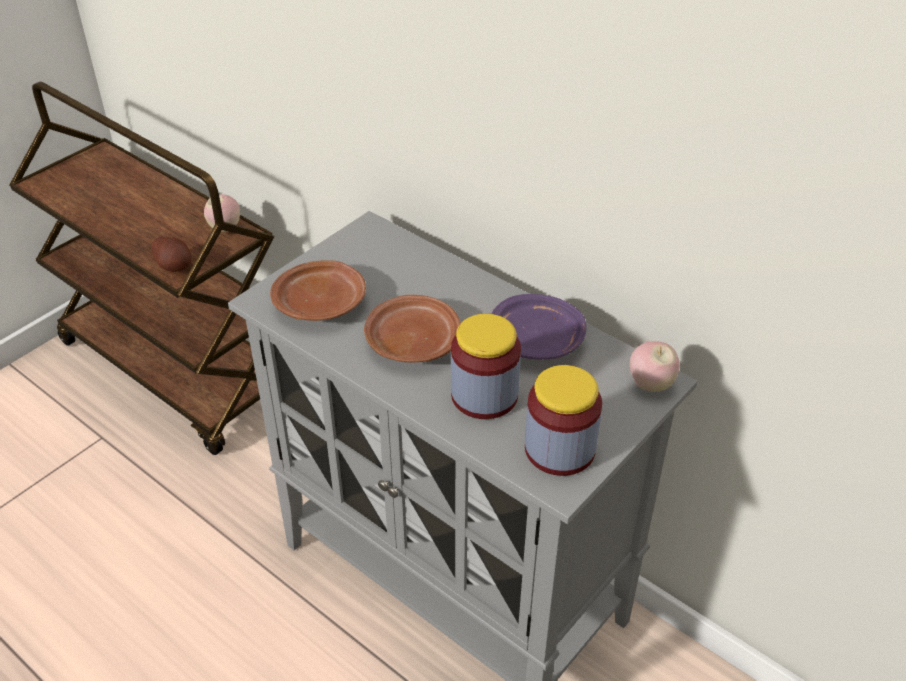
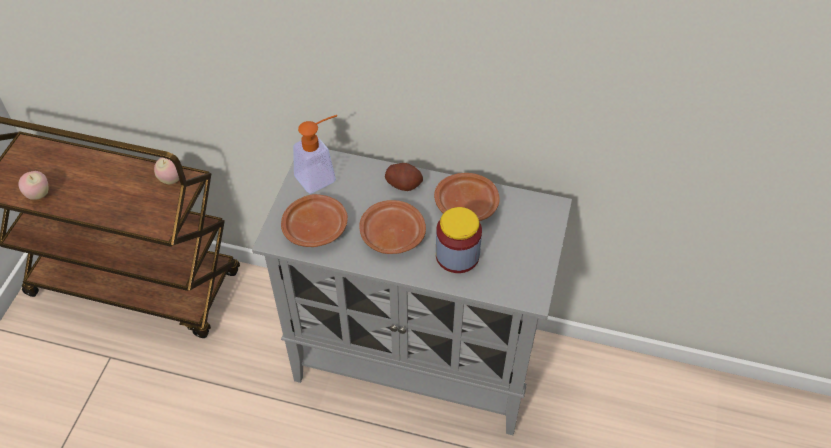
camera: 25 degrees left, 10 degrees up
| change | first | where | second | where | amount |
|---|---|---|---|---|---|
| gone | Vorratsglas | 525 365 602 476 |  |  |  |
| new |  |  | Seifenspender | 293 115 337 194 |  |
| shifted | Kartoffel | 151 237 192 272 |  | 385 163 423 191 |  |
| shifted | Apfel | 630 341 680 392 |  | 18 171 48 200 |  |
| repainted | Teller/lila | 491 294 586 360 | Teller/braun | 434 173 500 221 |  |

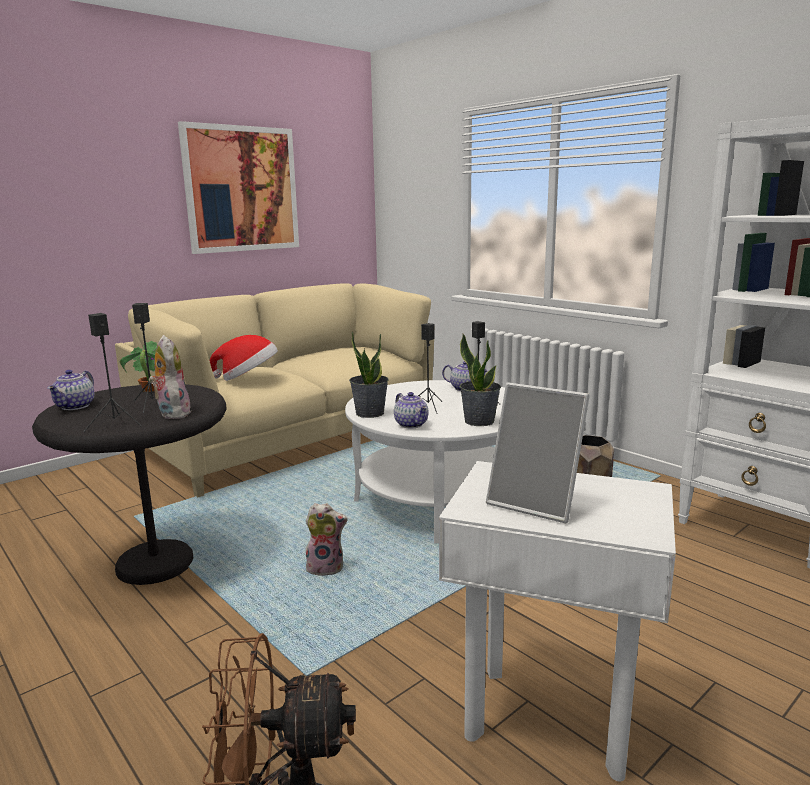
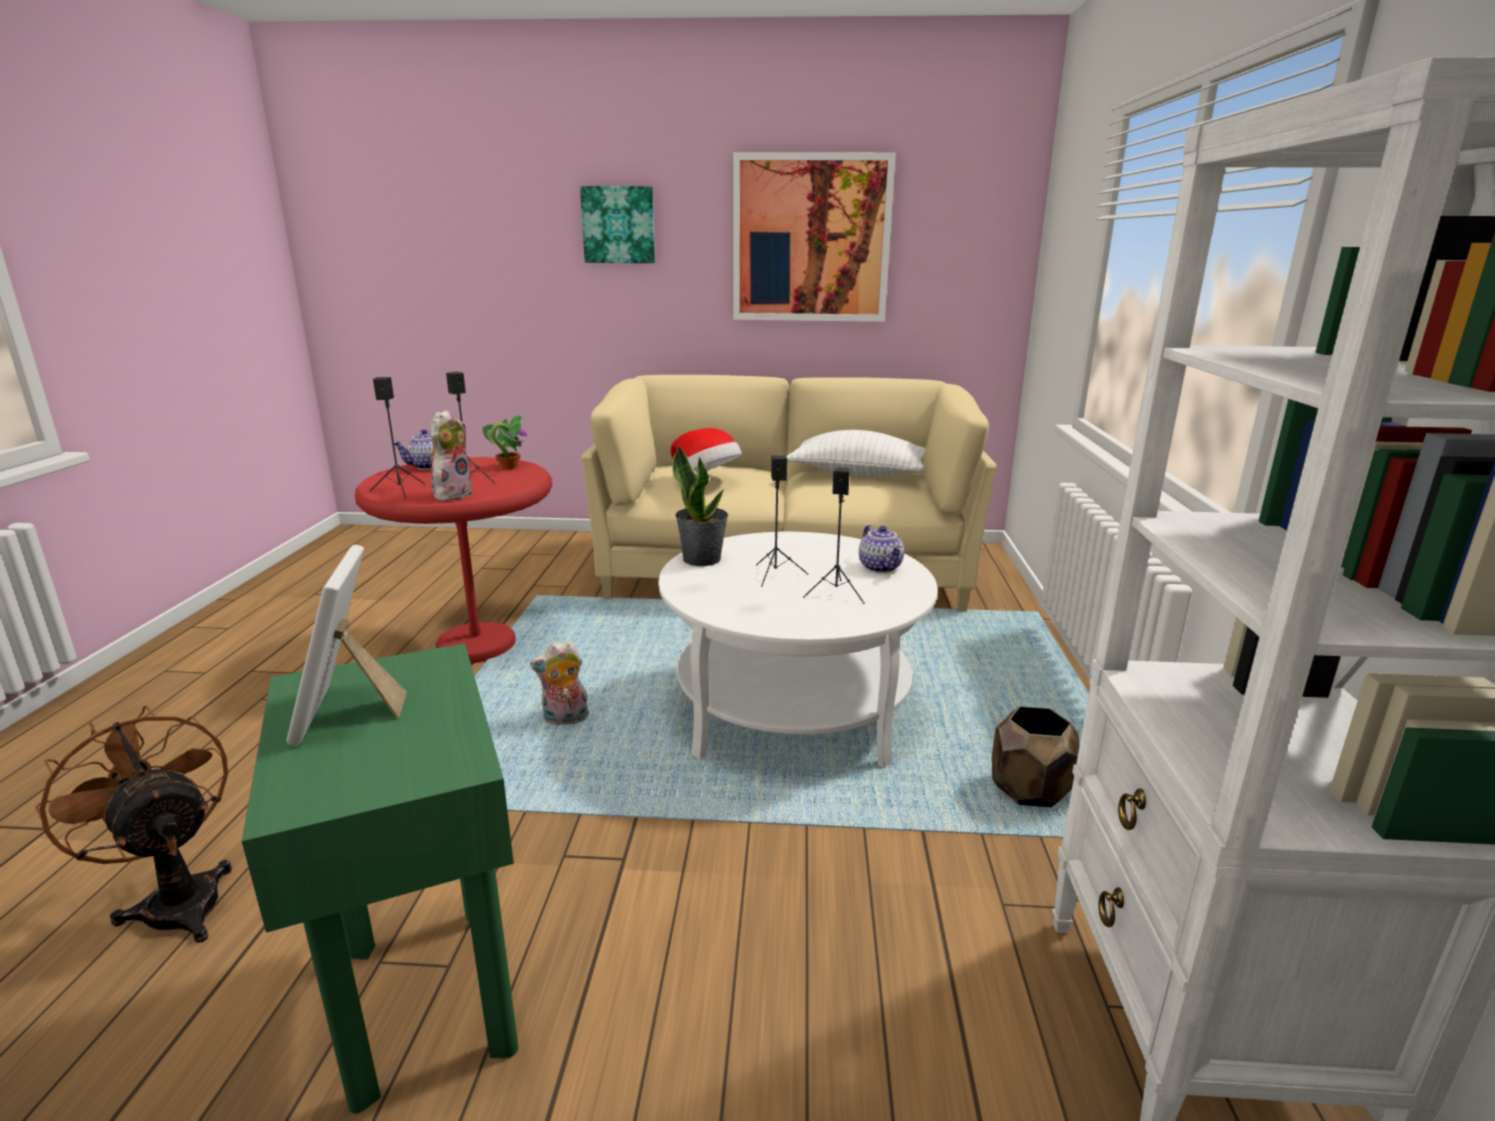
camera: 45 degrees right, 5 degrees up
| change | first | where | second | where | amount |
|---|---|---|---|---|---|
| gone | Teekanne | 394 392 428 429 |  |  |  |
| gone | Topfpflanze | 460 334 501 426 |  |  |  |
| new |  |  | Bild | 580 186 655 263 |  |
| new |  |  | Kissen/weiß | 786 430 925 477 |  |
| repainted | Beistelltisch/schwarz | 32 384 227 585 | Beistelltisch/rot | 355 457 552 663 |  |
| repainted | Beistelltisch/weiß | 439 461 676 782 | Beistelltisch/grün | 242 643 518 1113 |  |
| rotated | Plüschtier | 305 503 348 576 |  | 530 641 590 725 | 120 degrees clockwise |

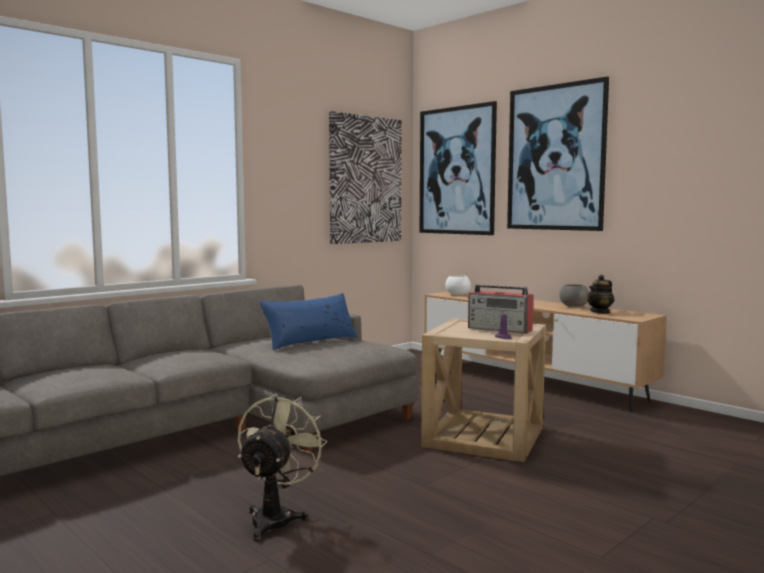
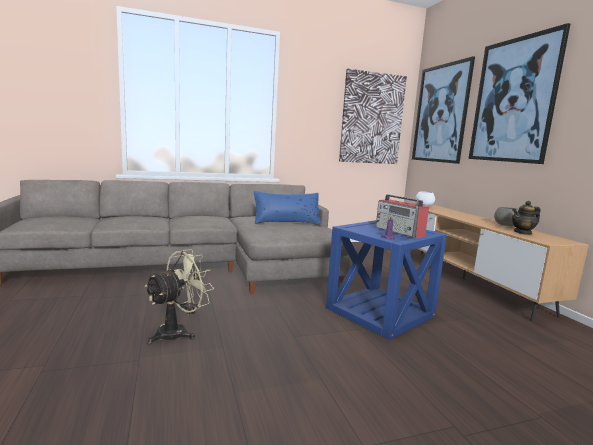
camera: 25 degrees right, 5 degrees up
| change | first | where | second | where | amount |
|---|---|---|---|---|---|
| repainted | Beistelltisch/beige | 421 318 546 462 | Beistelltisch/blau | 326 220 447 340 |  |

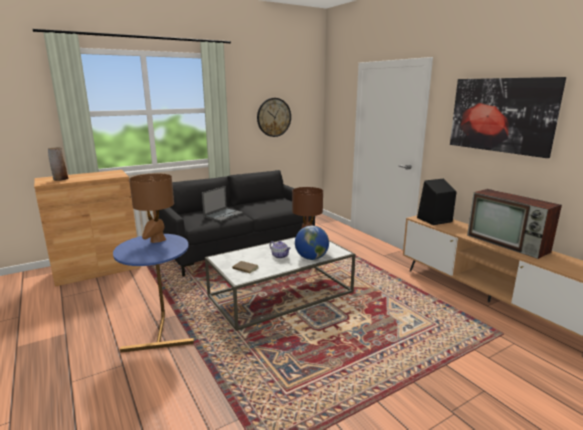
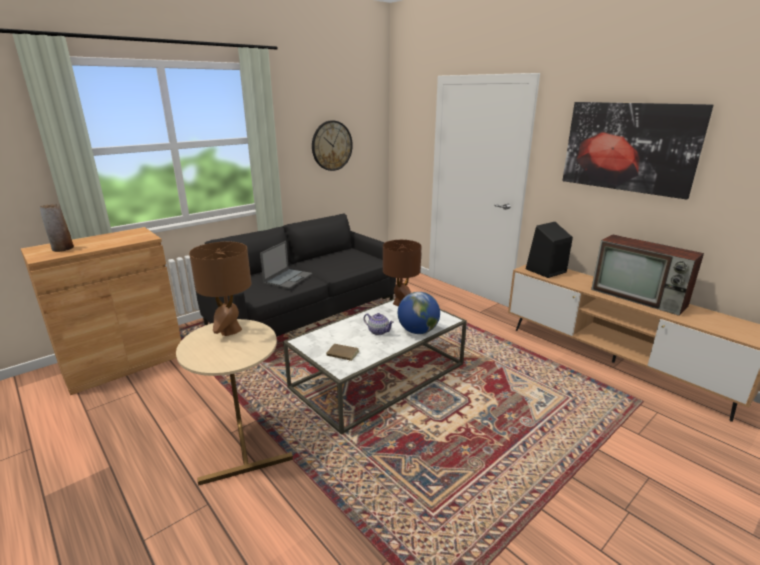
camera: 10 degrees left, 5 degrees up
| change | first | where | second | where | amount |
|---|---|---|---|---|---|
| repainted | Beistelltisch/blau | 113 234 194 353 | Beistelltisch/beige | 176 319 293 485 |  |

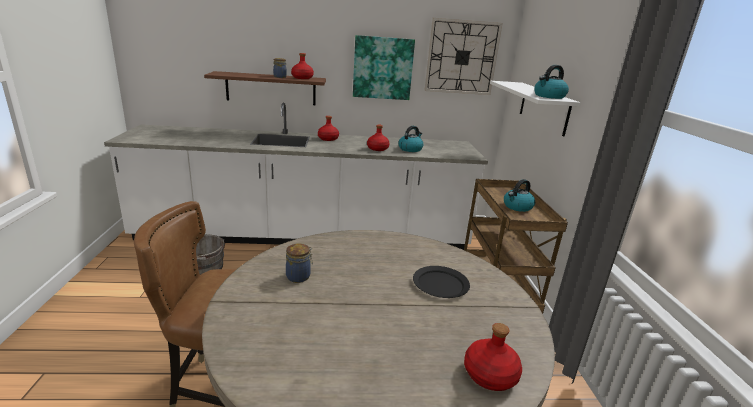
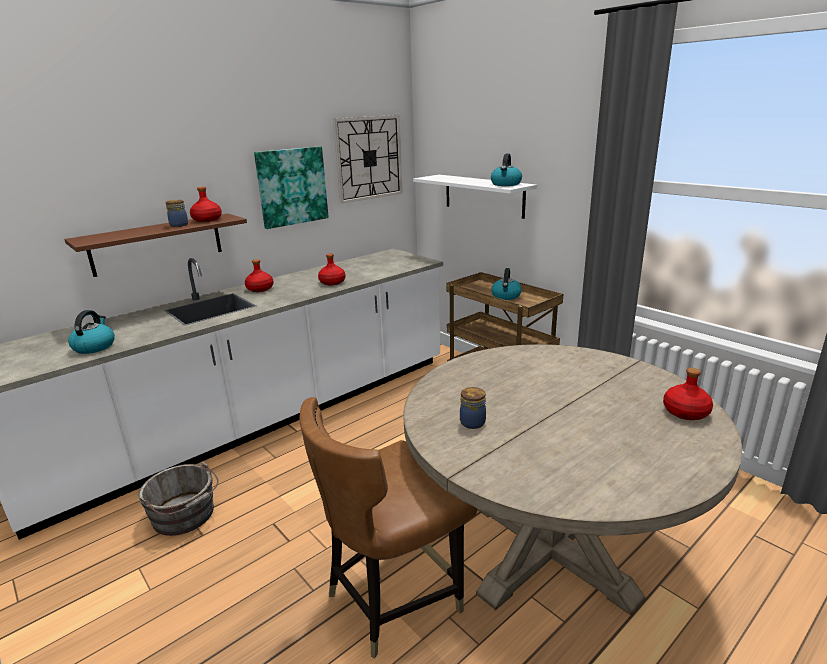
camera: 35 degrees left, 0 degrees up
| change | first | where | second | where | amount |
|---|---|---|---|---|---|
| gone | Teller/schwarz | 413 266 470 298 |  |  |  |
| shifted | Wasserkessel | 399 126 424 152 |  | 68 310 115 354 |  |

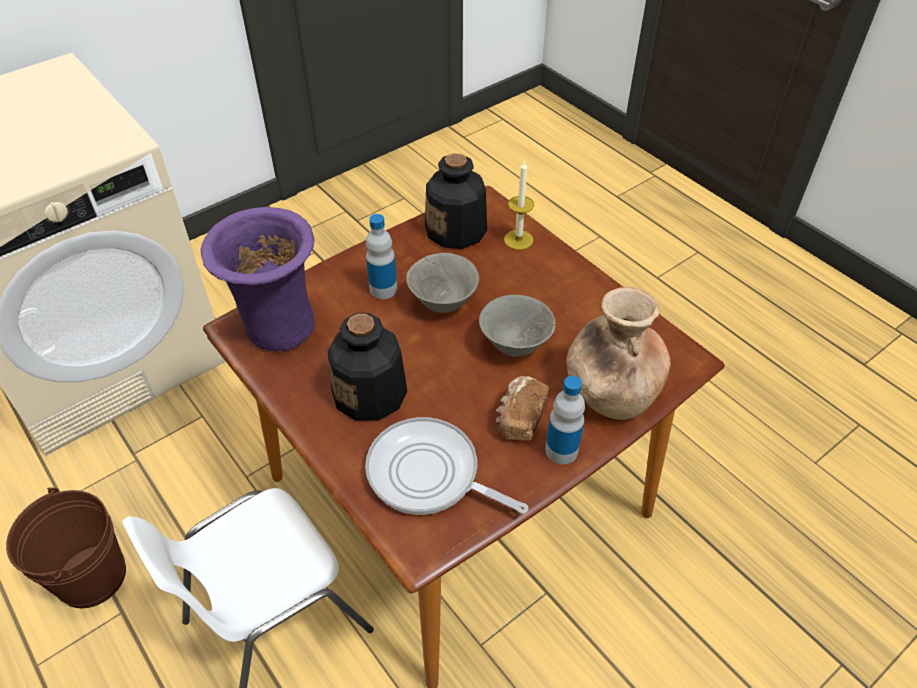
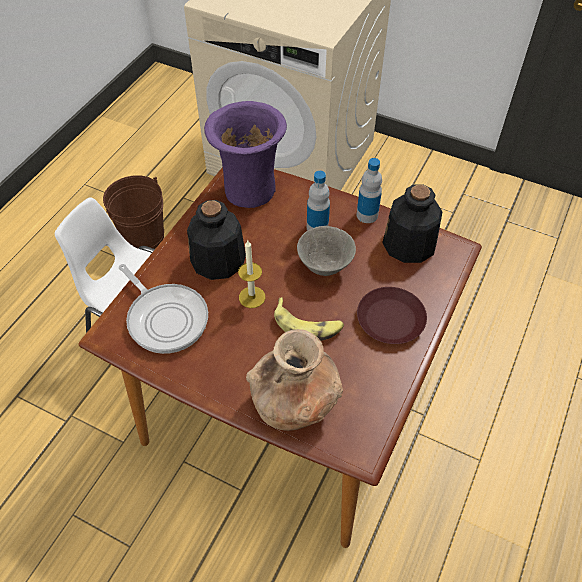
camera: 65 degrees right, 5 degrees up
| change | first | where | second | where | amount |
|---|---|---|---|---|---|
| gone | Brot | 496 376 550 441 |  |  |  |
| new |  |  | Teller/braun | 357 287 427 344 |  |
| shifted | Kerze | 504 160 534 250 |  | 238 239 265 308 |  |
| shifted | Flasche | 545 376 585 464 |  | 357 158 382 223 |  |
| swapped | Schüssel/grau | 479 295 556 357 | Banane | 274 297 344 341 |  |
| rotated | Pfanne | 365 417 528 515 |  | 118 264 208 354 | 135 degrees clockwise |

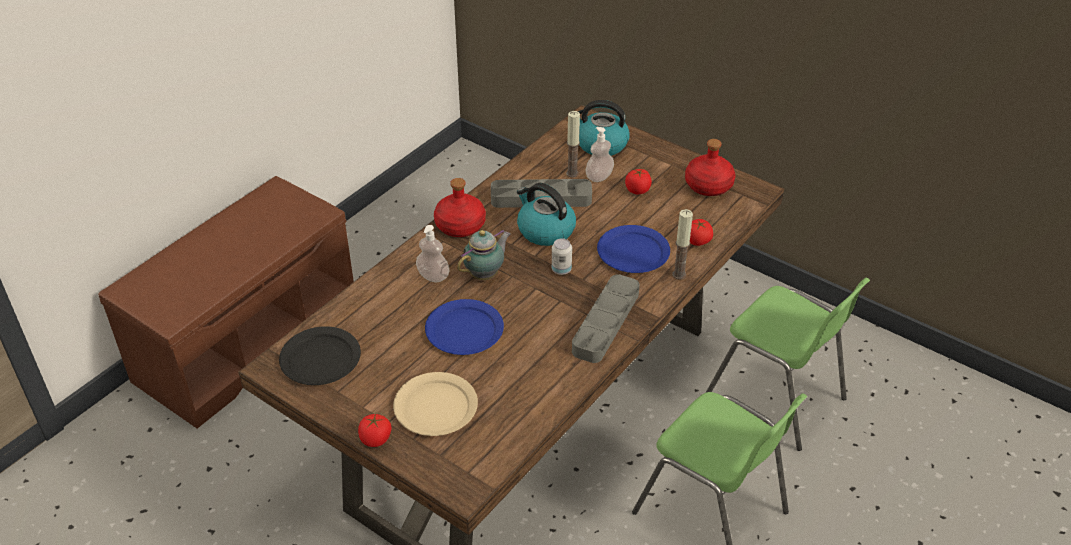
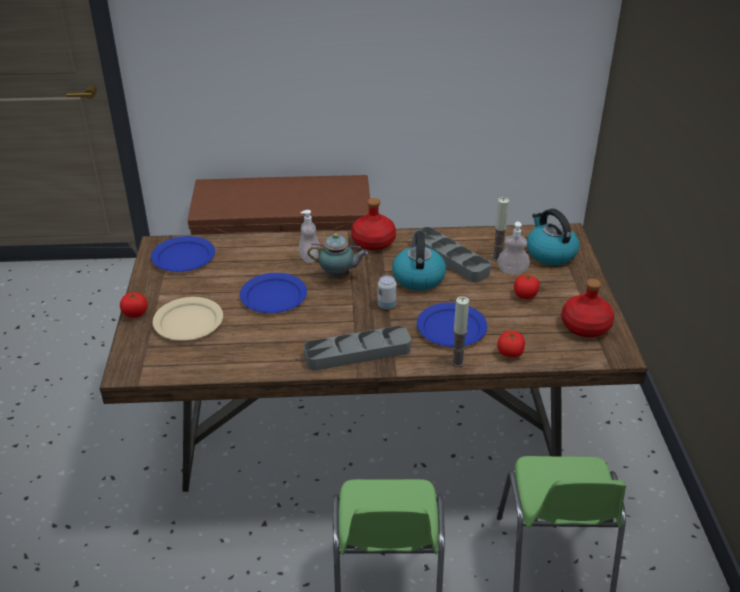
camera: 50 degrees right, 5 degrees down
| change | first | where | second | where | amount |
|---|---|---|---|---|---|
| repainted | Teller/schwarz | 279 326 361 385 | Teller/blau | 151 236 215 272 |  |

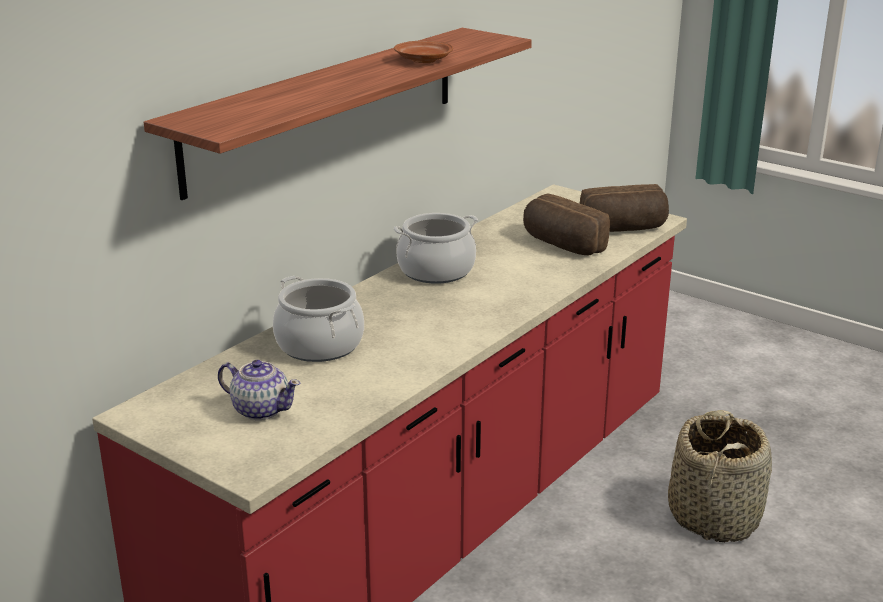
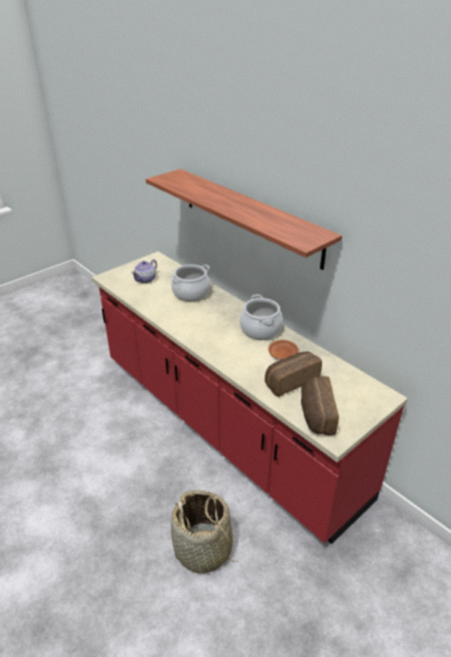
camera: 100 degrees right, 10 degrees up
| change | first | where | second | where | amount |
|---|---|---|---|---|---|
| shifted | Teller/braun | 394 41 453 63 |  | 268 340 299 360 |  |

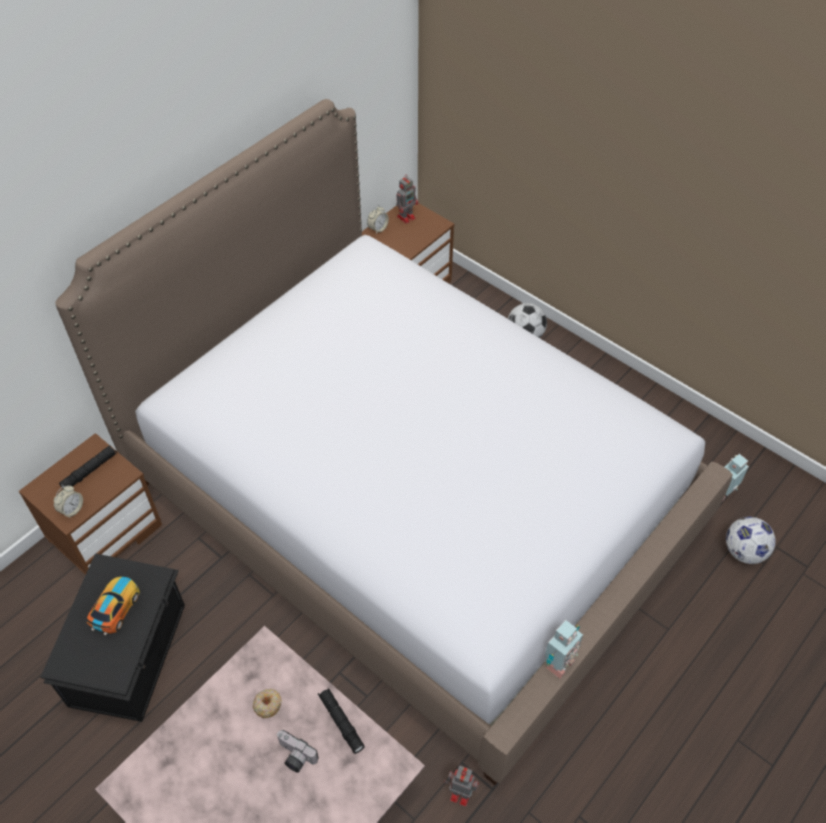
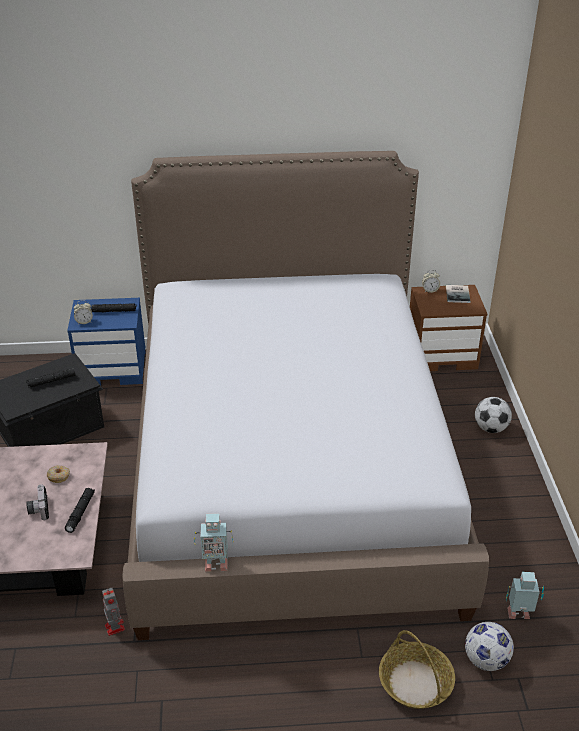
camera: 45 degrees right, 15 degrees down
| change | first | where | second | where | amount |
|---|---|---|---|---|---|
| new |  |  | Korb | 379 630 455 709 |  |
| swapped | Spielzeugauto | 86 577 140 635 | Taschenlampe/schwarz | 26 368 75 388 |  |
| swapped | Spielzeugroboter | 396 176 418 224 | Buch | 446 285 470 303 |  |
| repainted | Nachttisch/braun | 19 433 162 575 | Nachttisch/blau | 67 298 146 385 |  |

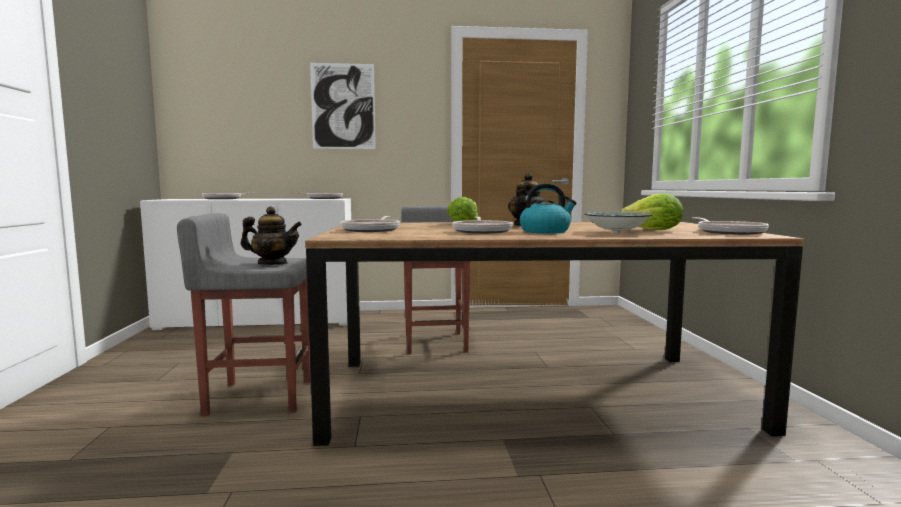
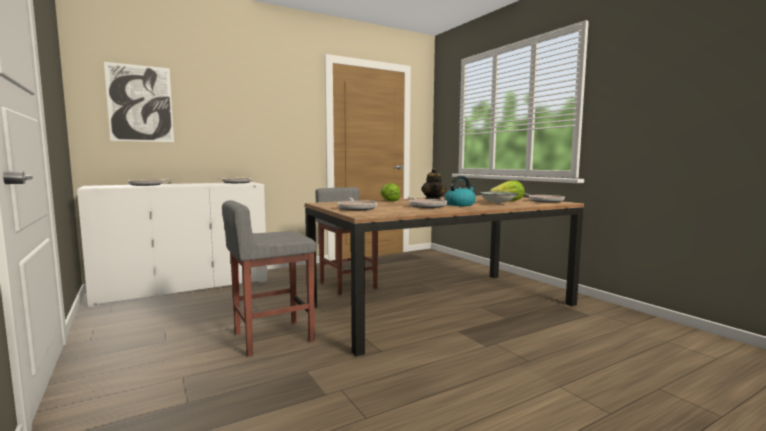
camera: 25 degrees left, 0 degrees up
| change | first | where | second | where | amount |
|---|---|---|---|---|---|
| gone | Teekanne | 240 207 302 265 |  |  |  |
| shifted | Bild | 310 63 376 149 |  | 104 62 174 142 |  |

